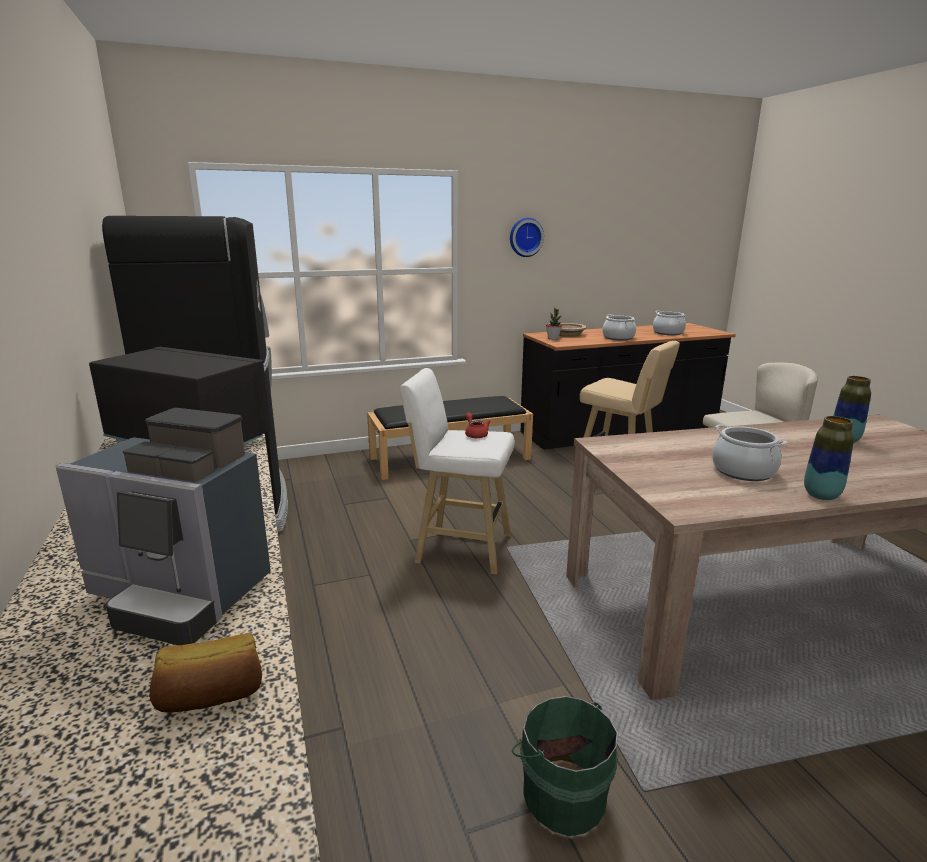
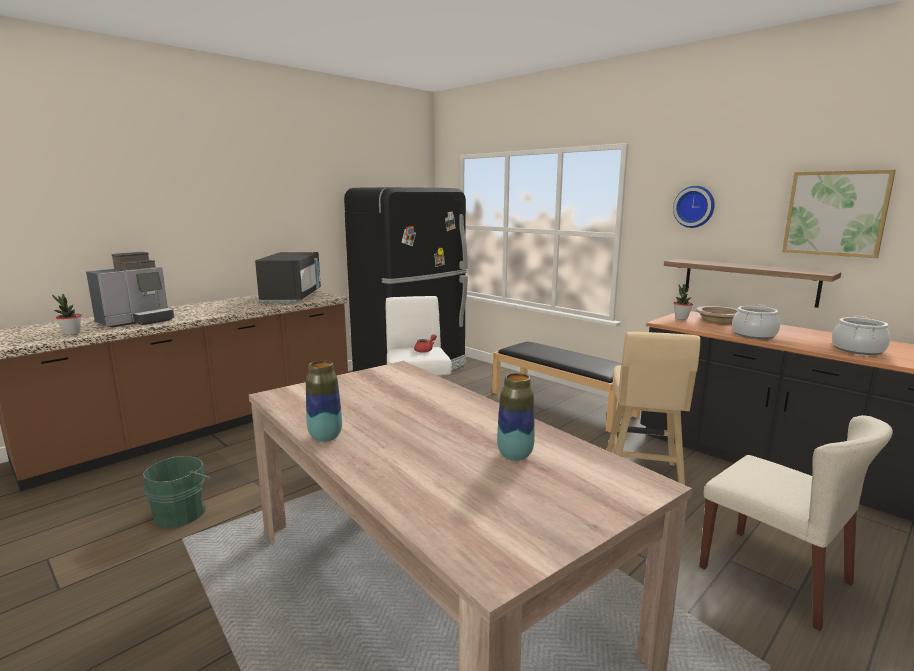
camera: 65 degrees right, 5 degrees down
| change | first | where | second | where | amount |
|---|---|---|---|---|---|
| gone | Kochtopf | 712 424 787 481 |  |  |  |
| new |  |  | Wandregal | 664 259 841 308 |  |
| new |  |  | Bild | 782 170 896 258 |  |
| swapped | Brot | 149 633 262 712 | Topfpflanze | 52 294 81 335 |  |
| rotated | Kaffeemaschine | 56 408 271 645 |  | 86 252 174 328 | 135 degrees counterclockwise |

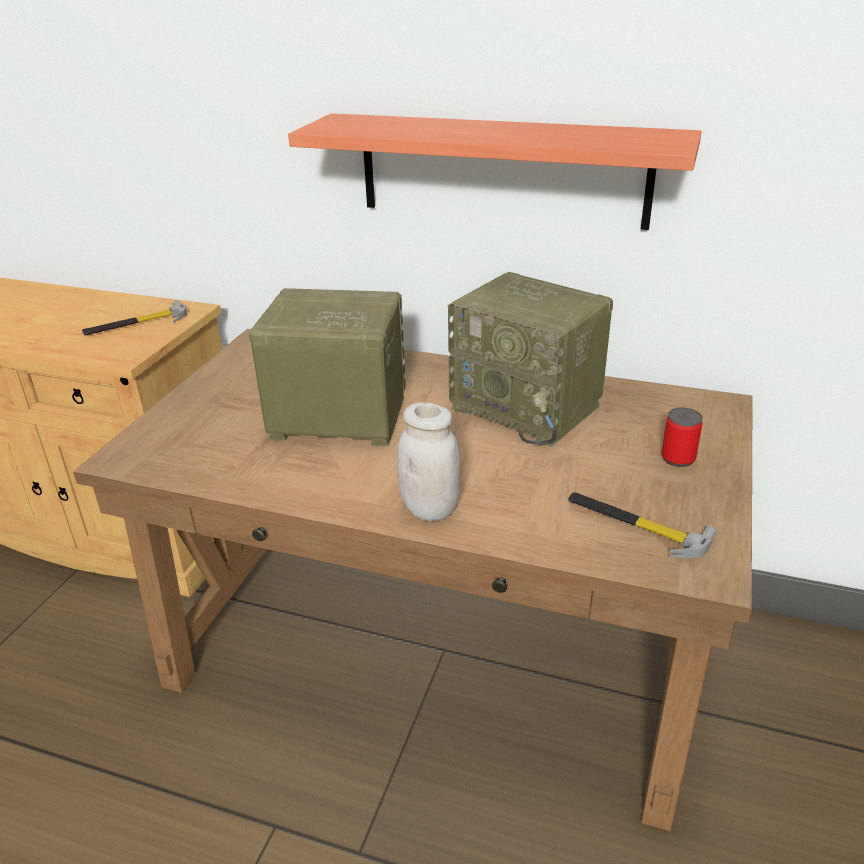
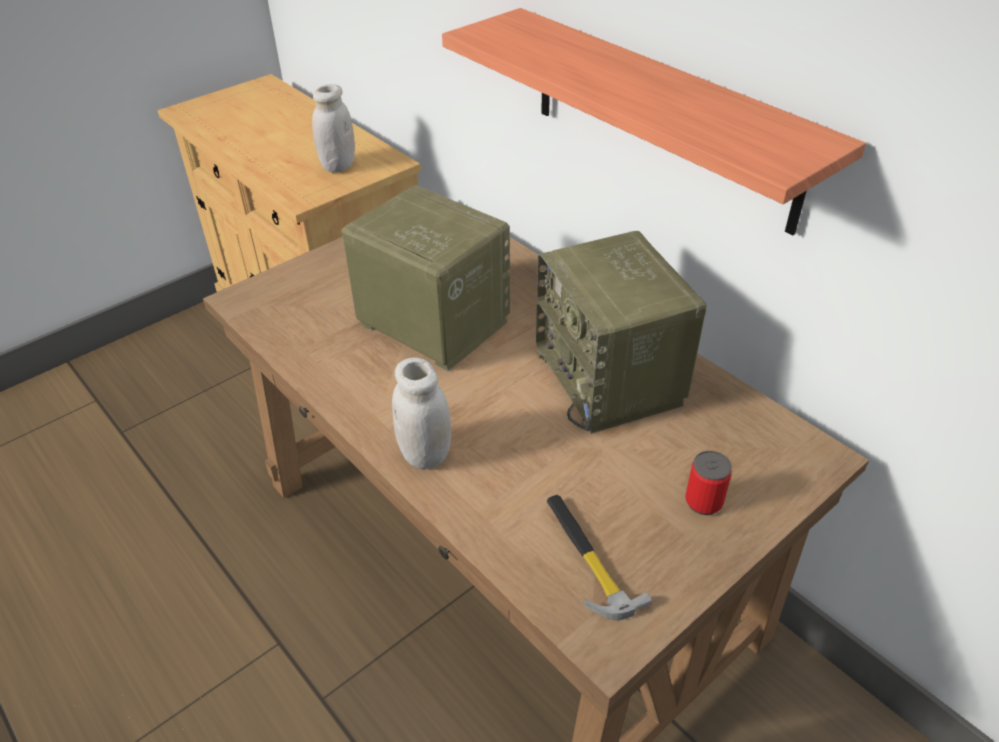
camera: 30 degrees right, 10 degrees up
| change | first | where | second | where | amount |
|---|---|---|---|---|---|
| swapped | Hammer | 82 300 187 335 | Vorratsglas/weiß | 312 84 355 173 |  |

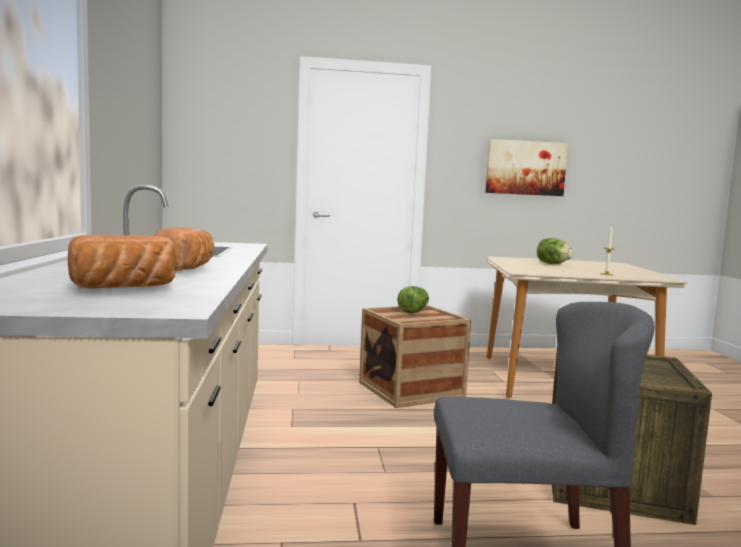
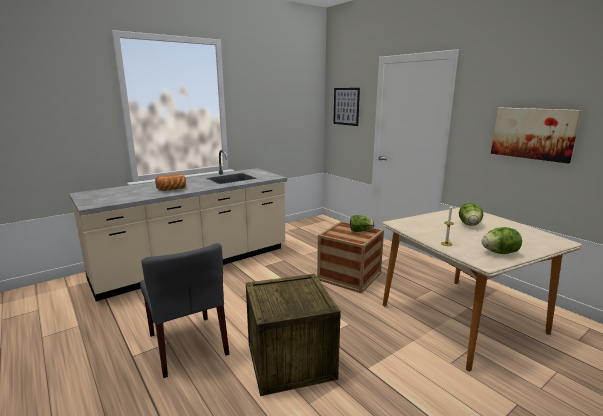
camera: 60 degrees right, 10 degrees up
| change | first | where | second | where | amount |
|---|---|---|---|---|---|
| gone | Brot | 68 235 176 288 |  |  |  |
| new |  |  | Bild | 333 88 360 126 |  |
| new |  |  | Salatkopf | 482 227 522 254 |  |

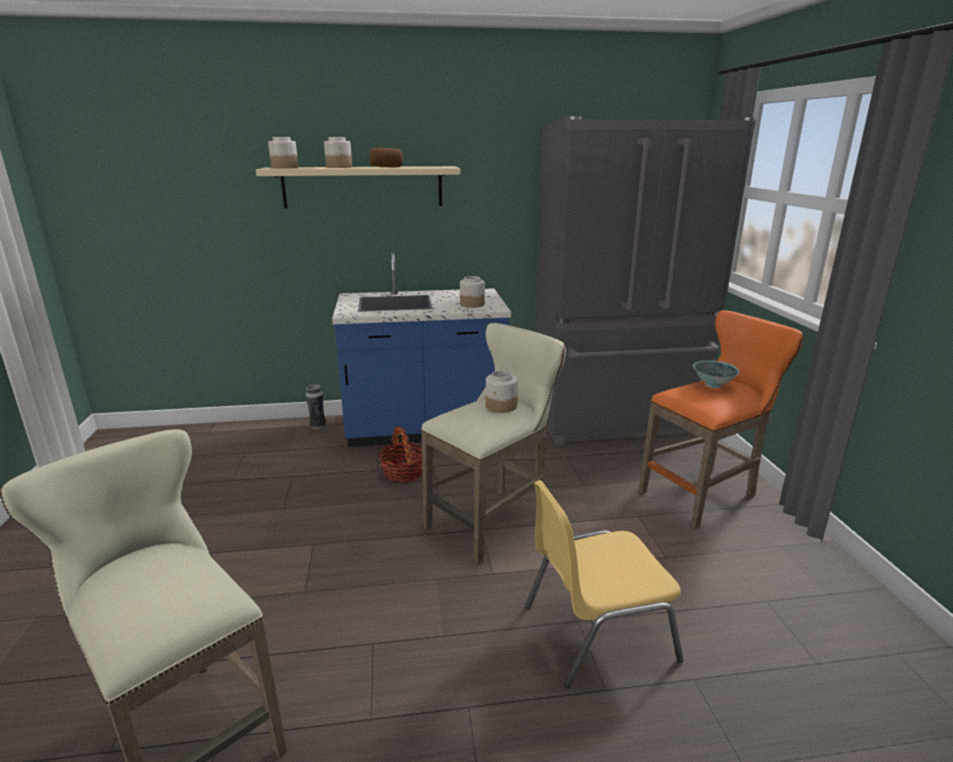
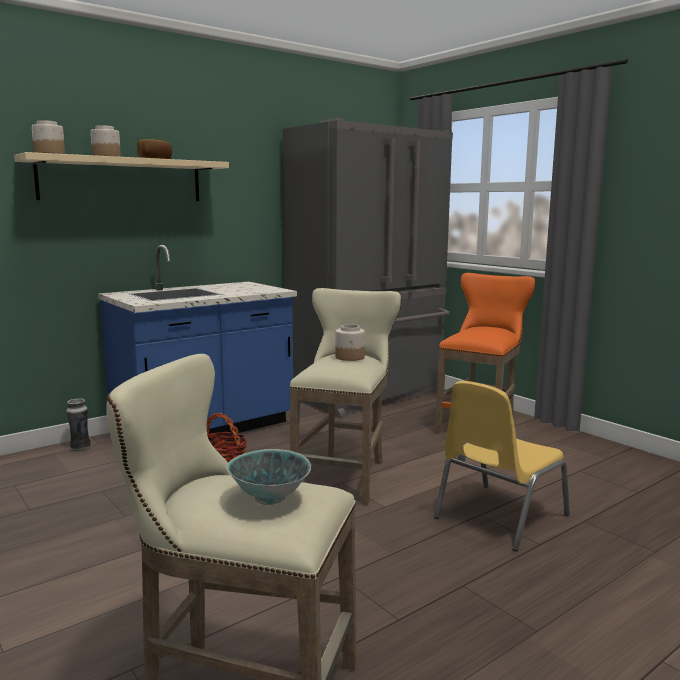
camera: 30 degrees left, 10 degrees down
| change | first | where | second | where | amount |
|---|---|---|---|---|---|
| gone | Vorratsglas | 460 276 485 308 |  |  |  |
| shifted | Schüssel | 693 360 739 388 |  | 227 449 311 505 |  |

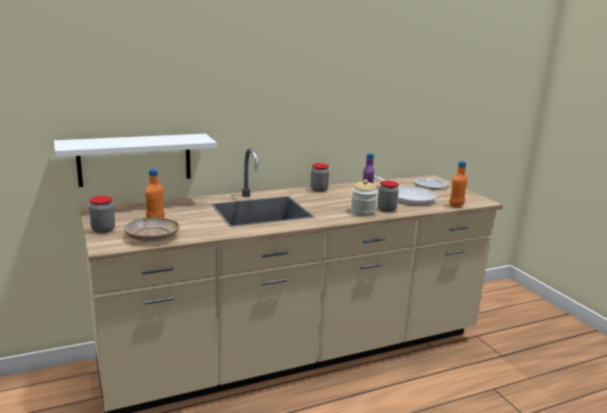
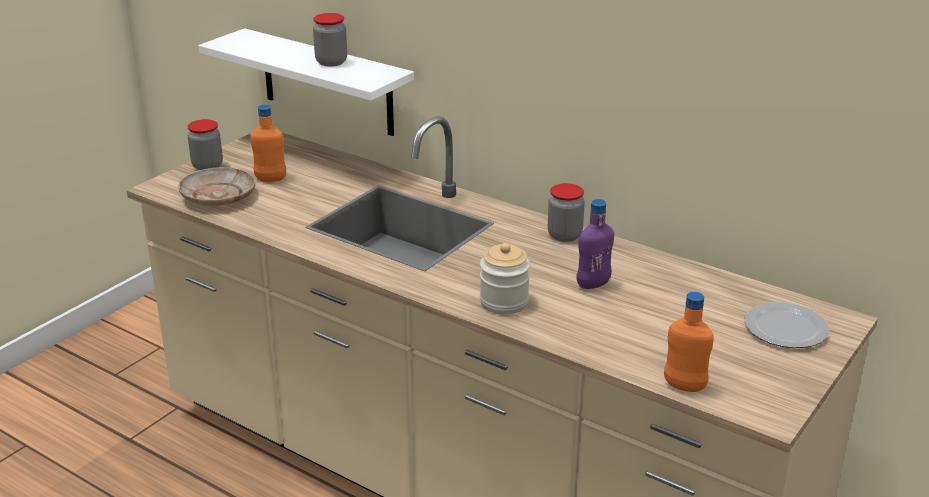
camera: 60 degrees right, 10 degrees up
| change | first | where | second | where | amount |
|---|---|---|---|---|---|
| gone | Pfanne | 374 175 437 205 |  |  |  |
| shifted | Vorratsglas | 377 181 399 212 |  | 313 13 347 67 |  |

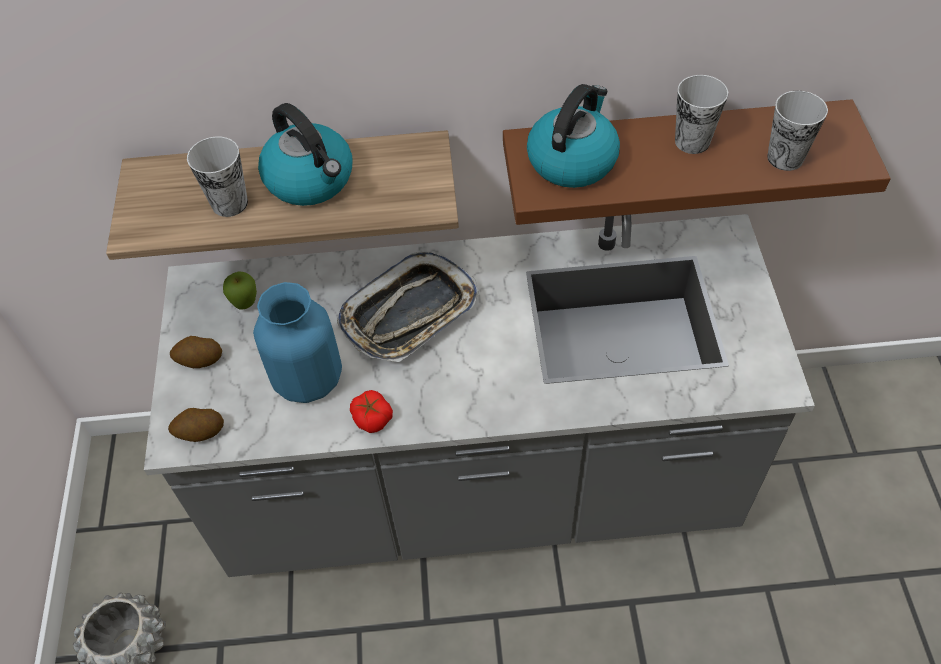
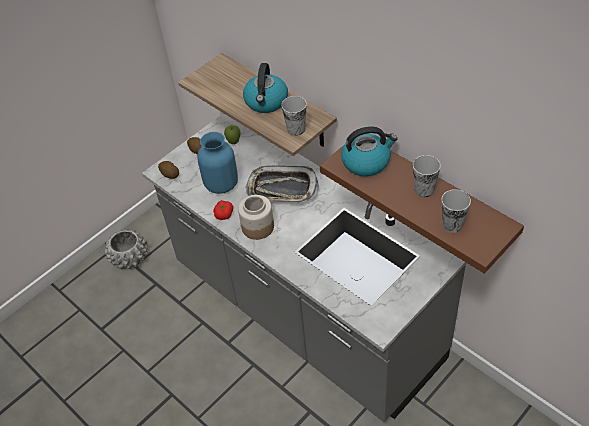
camera: 50 degrees right, 5 degrees down
| change | first | where | second | where | amount |
|---|---|---|---|---|---|
| new |  |  | Vorratsglas | 238 195 274 240 |  |
| shifted | Tasse | 187 136 248 217 |  | 281 96 307 136 |  |

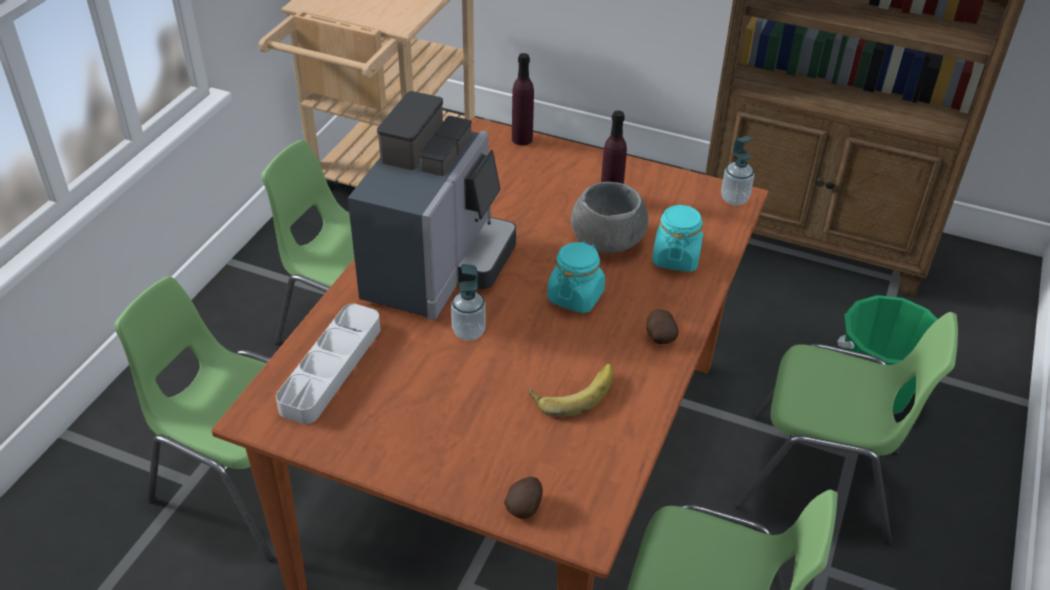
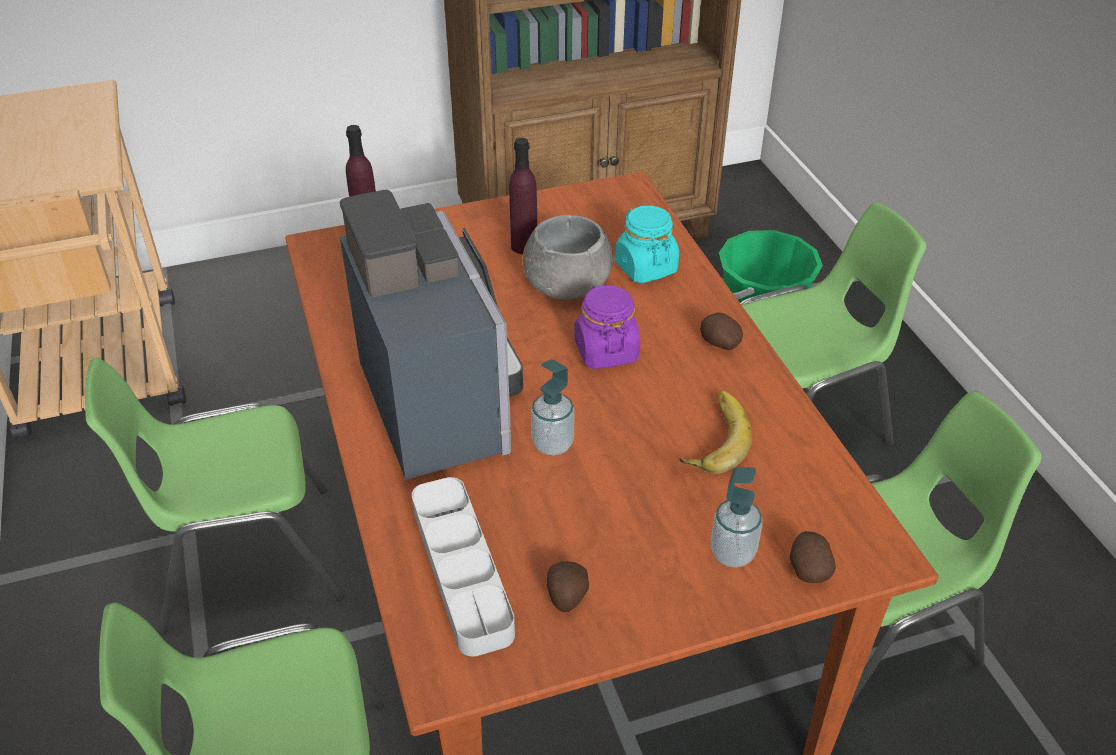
camera: 40 degrees left, 0 degrees up
| change | first | where | second | where | amount |
|---|---|---|---|---|---|
| new |  |  | Kartoffel | 546 561 589 612 |  |
| shifted | Seifenspender | 721 136 754 206 |  | 711 467 762 568 |  |
| repainted | Vorratsglas/türkis | 547 242 605 313 | Vorratsglas/lila | 574 284 640 369 |  |

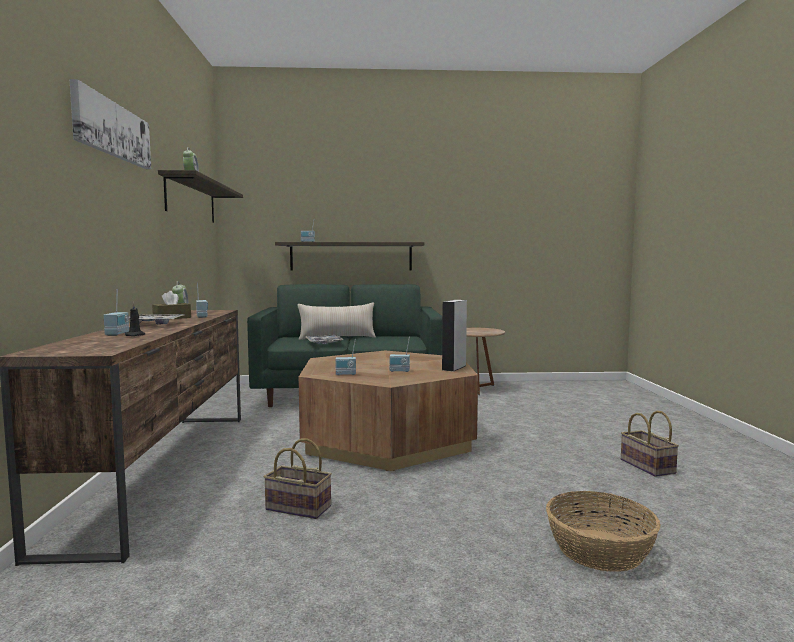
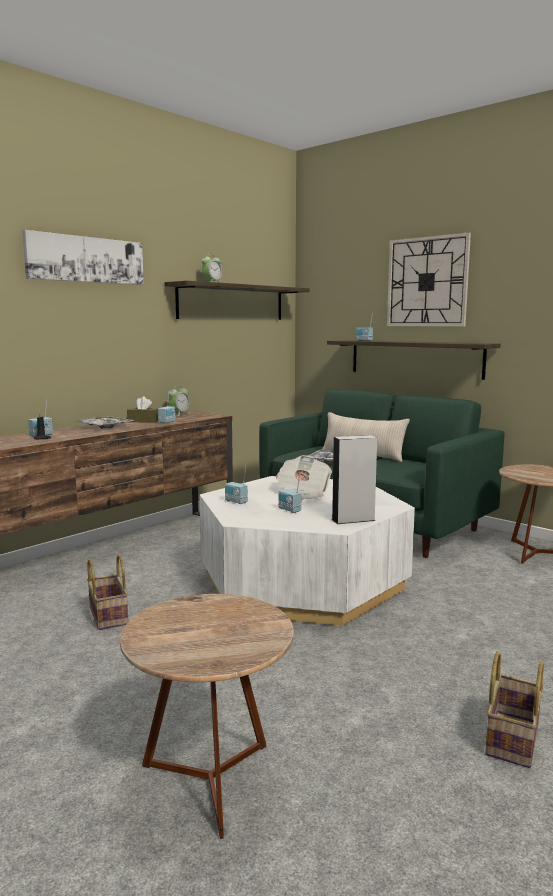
camera: 45 degrees right, 5 degrees up
| change | first | where | second | where | amount |
|---|---|---|---|---|---|
| new |  |  | Zeitung | 276 455 332 500 |  |
| new |  |  | Wanduhr | 387 232 471 327 |  |
| swapped | Korb | 546 491 661 572 | Beistelltisch/braun | 120 594 294 839 |  |
| repainted | Couchtisch/braun | 298 350 478 471 | Couchtisch/weiß | 199 476 415 626 |  |

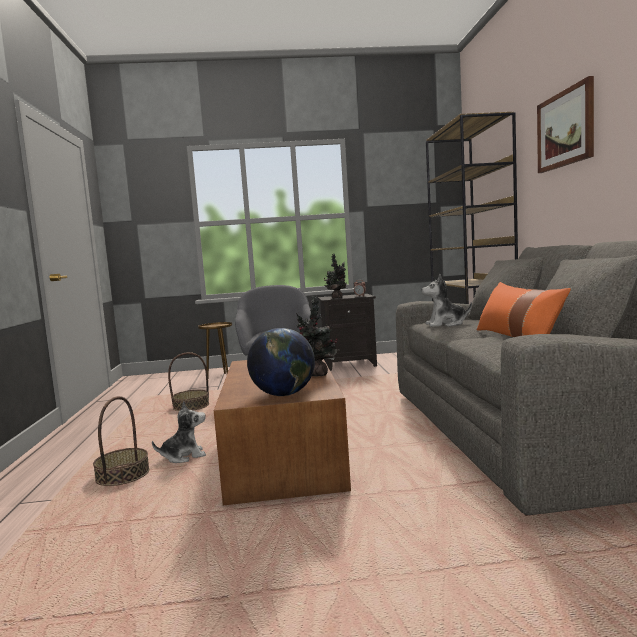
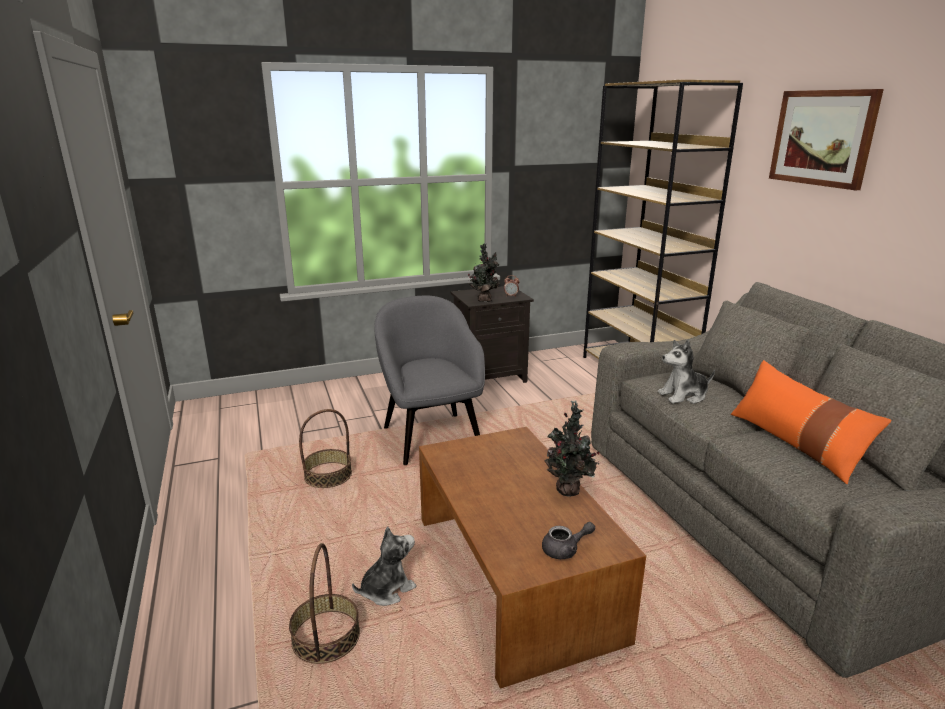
camera: 15 degrees left, 15 degrees up
| change | first | where | second | where | amount |
|---|---|---|---|---|---|
| gone | Beistelltisch/braun | 198 322 232 377 |  |  |  |
| swapped | Globus | 247 328 315 396 | Teekanne/grau | 542 522 595 559 |  |

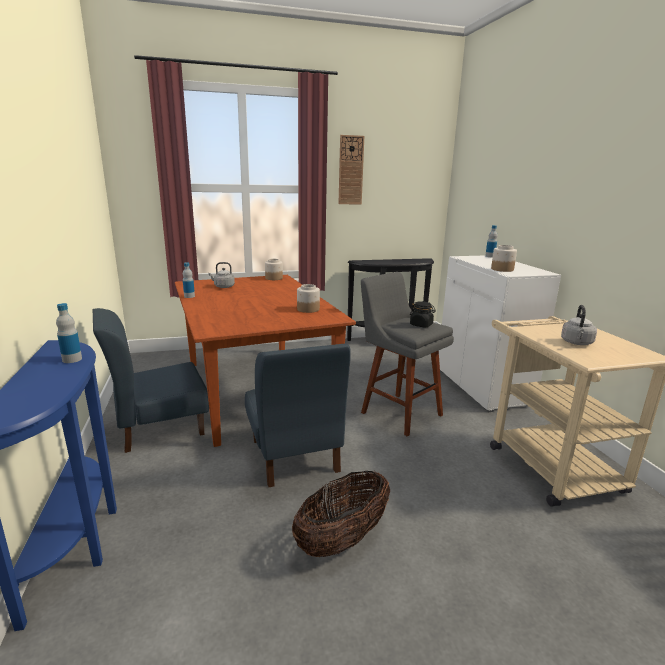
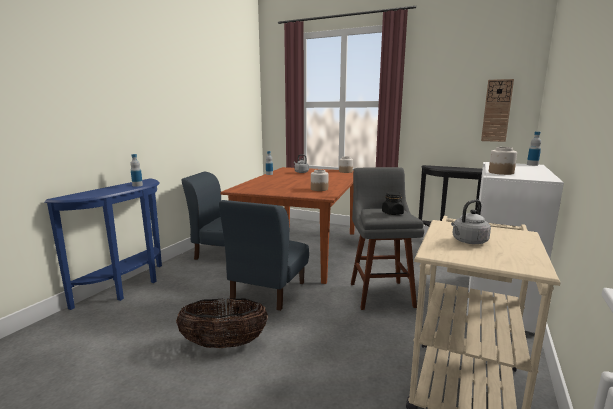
camera: 40 degrees right, 5 degrees down
| change | first | where | second | where | amount |
|---|---|---|---|---|---|
| shifted | Wanduhr | 338 135 364 204 |  | 481 79 514 142 |  |

